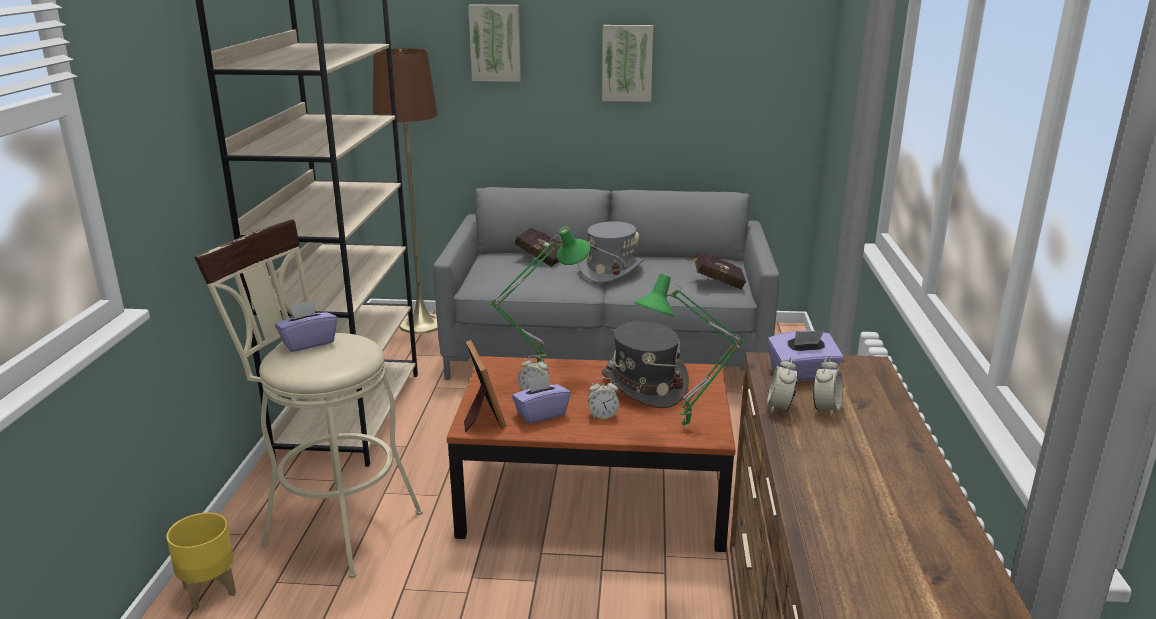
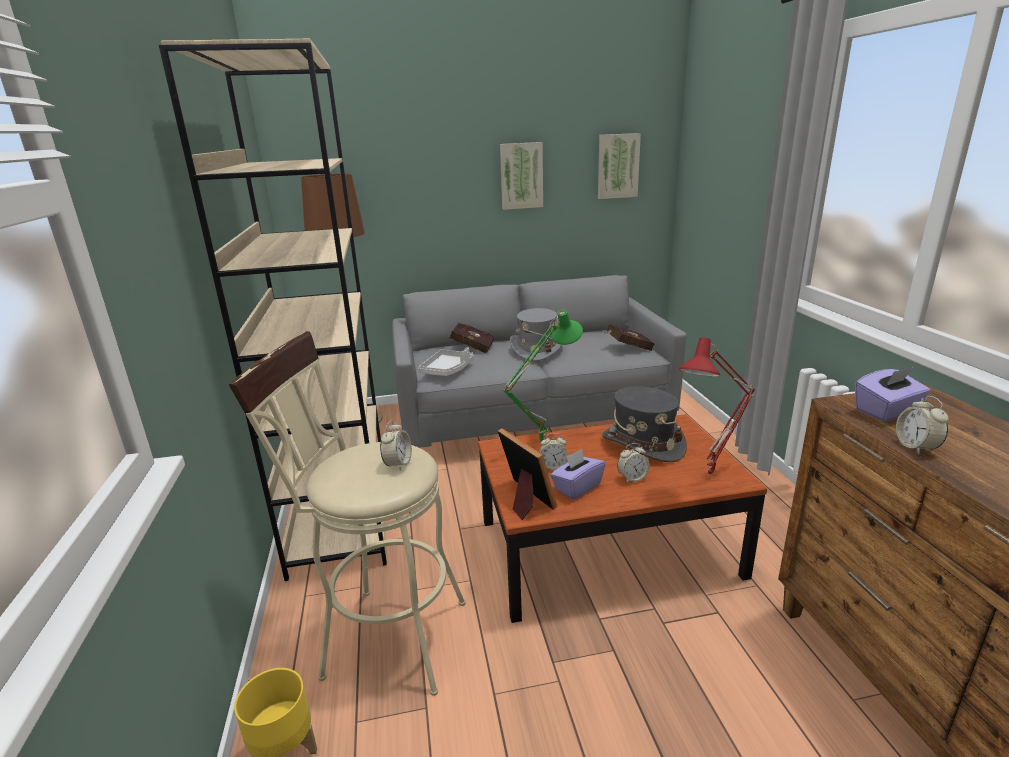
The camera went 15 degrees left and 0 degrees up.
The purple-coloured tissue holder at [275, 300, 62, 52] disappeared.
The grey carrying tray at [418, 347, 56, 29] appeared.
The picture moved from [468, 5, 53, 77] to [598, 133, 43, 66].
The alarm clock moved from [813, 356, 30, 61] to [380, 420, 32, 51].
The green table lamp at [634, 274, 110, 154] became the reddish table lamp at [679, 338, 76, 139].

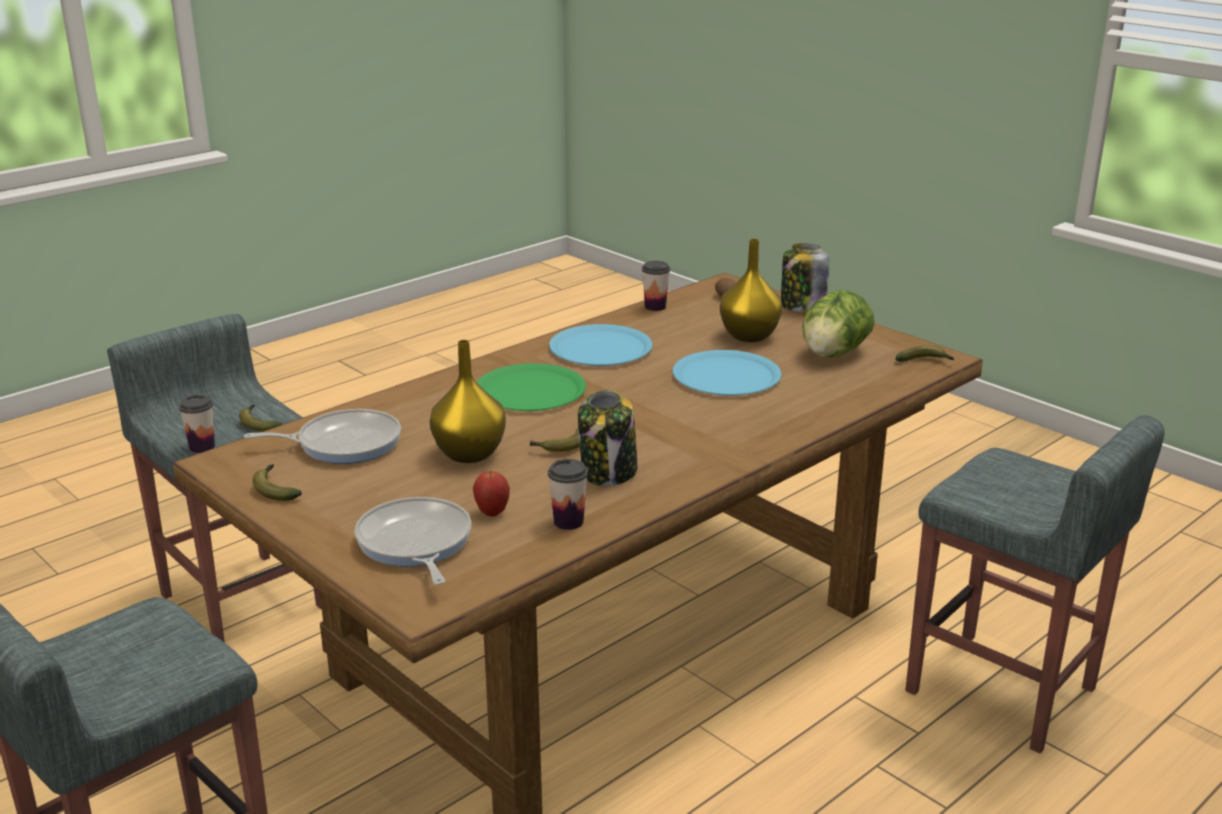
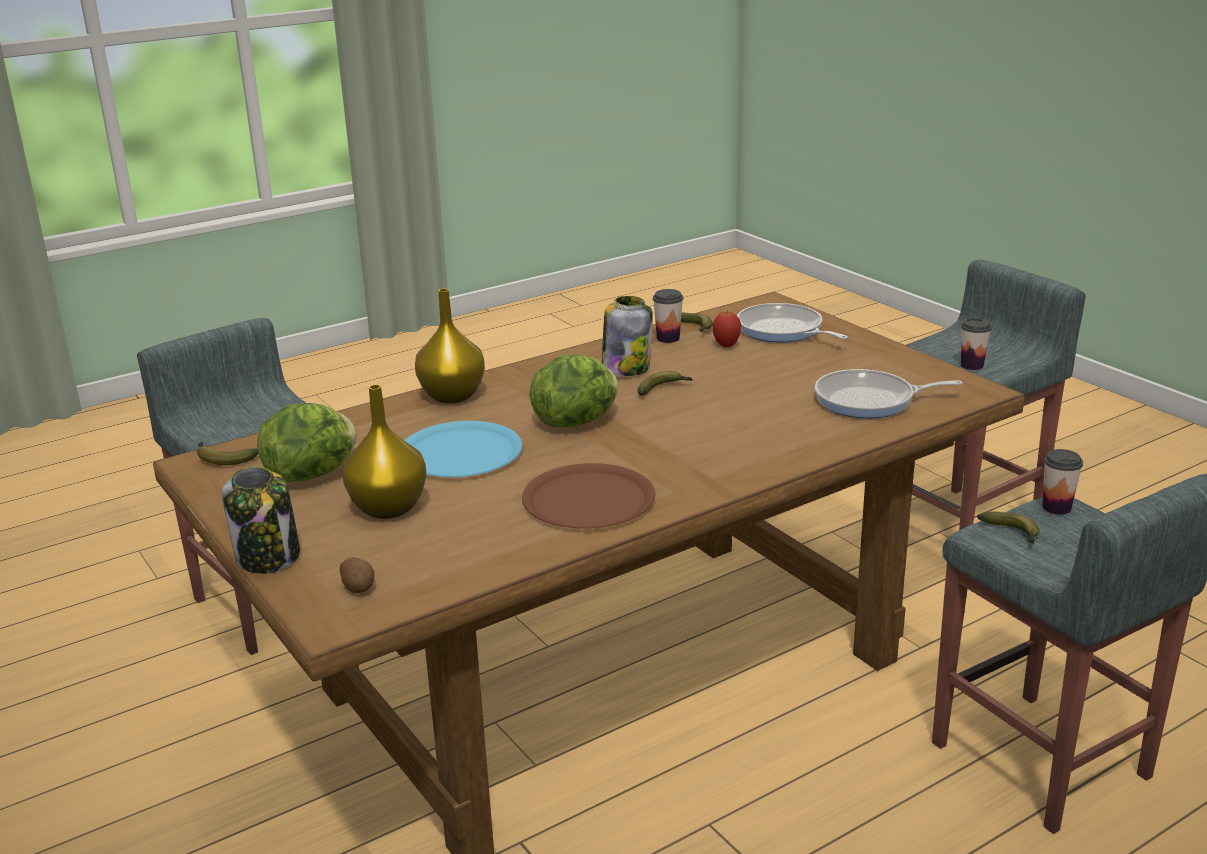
The camera went 170 degrees left and 0 degrees up.
The green plate at [477, 363, 109, 48] disappeared.
The head of lettuce at [530, 355, 88, 72] appeared.
The whole banana moved from [252, 464, 50, 37] to [681, 312, 32, 20].
The yellowish decorative vase moved from [430, 340, 76, 123] to [415, 289, 70, 114].
The drinking cup moved from [642, 261, 28, 50] to [961, 318, 31, 52].
The bluish plate at [549, 324, 104, 42] became the brown plate at [522, 463, 133, 66].
The frying pan at [355, 497, 116, 88] turned 150 degrees clockwise.

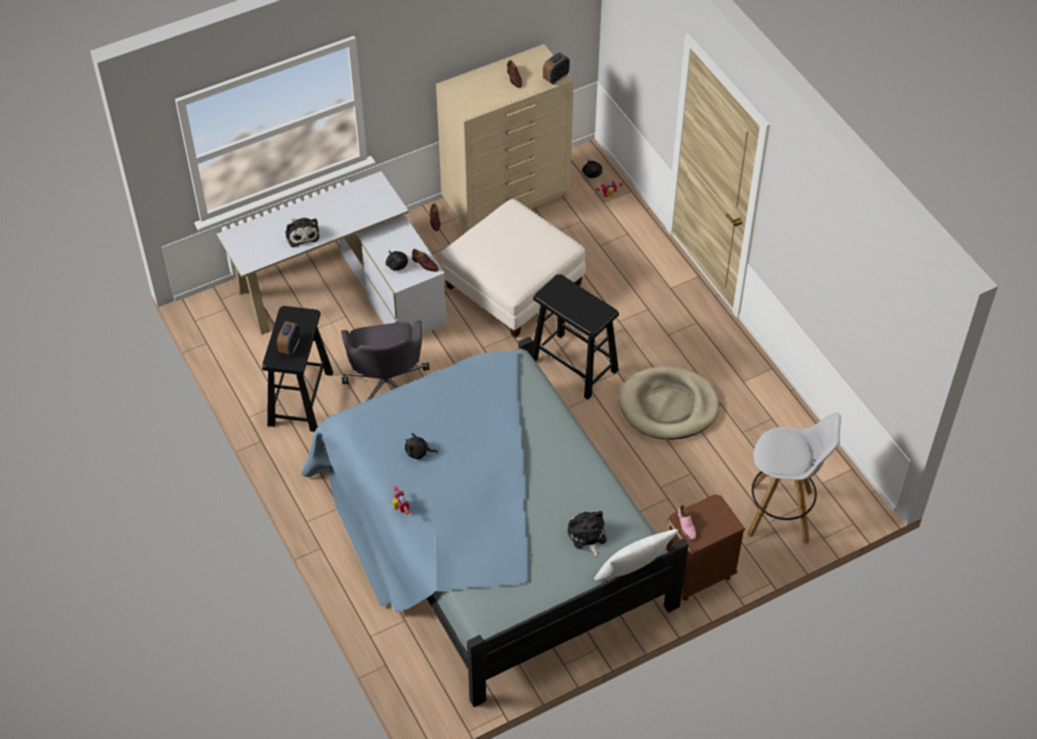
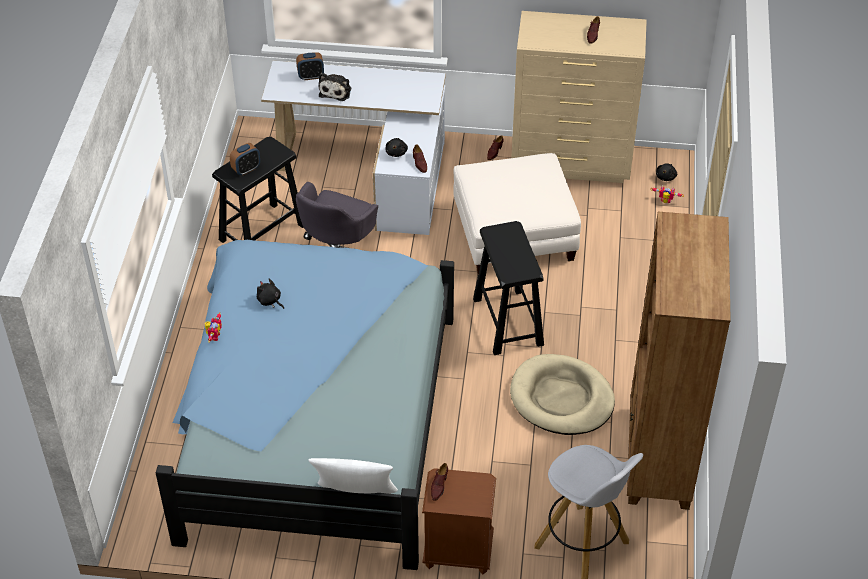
The camera went 35 degrees right and 5 degrees down.
The cuddly toy at [567, 511, 40, 47] disappeared.
The brown bookshelf at [627, 212, 104, 298] appeared.
The alarm clock moved from [543, 52, 27, 33] to [296, 52, 28, 28].
The pink shoe at [678, 505, 18, 35] became the brown shoe at [431, 463, 17, 38].

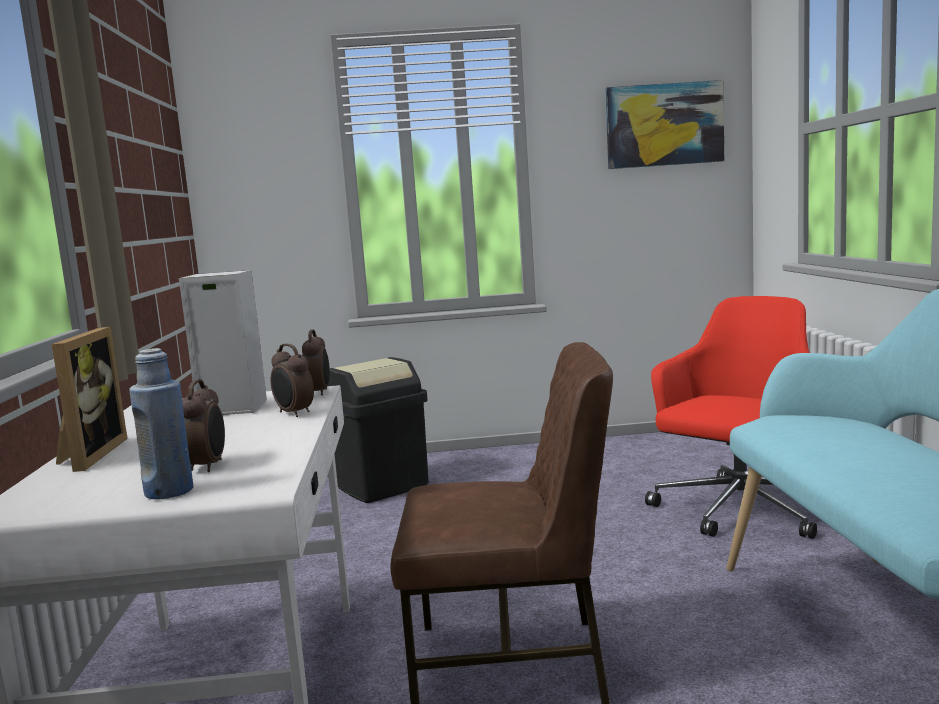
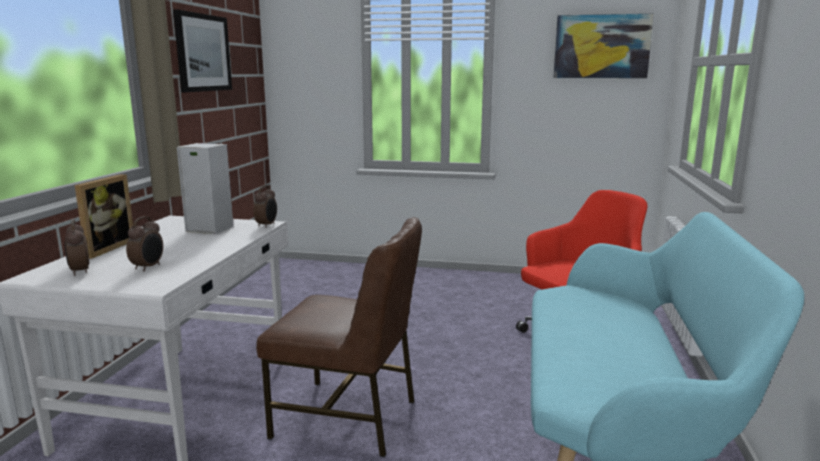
The camera went 15 degrees right and 5 degrees up.
The bluish bottle at [130, 348, 63, 151] disappeared.
The blackish waste bin at [328, 357, 101, 146] disappeared.
The picture at [173, 10, 59, 82] appeared.
The alarm clock moved from [271, 343, 43, 74] to [65, 219, 24, 57].

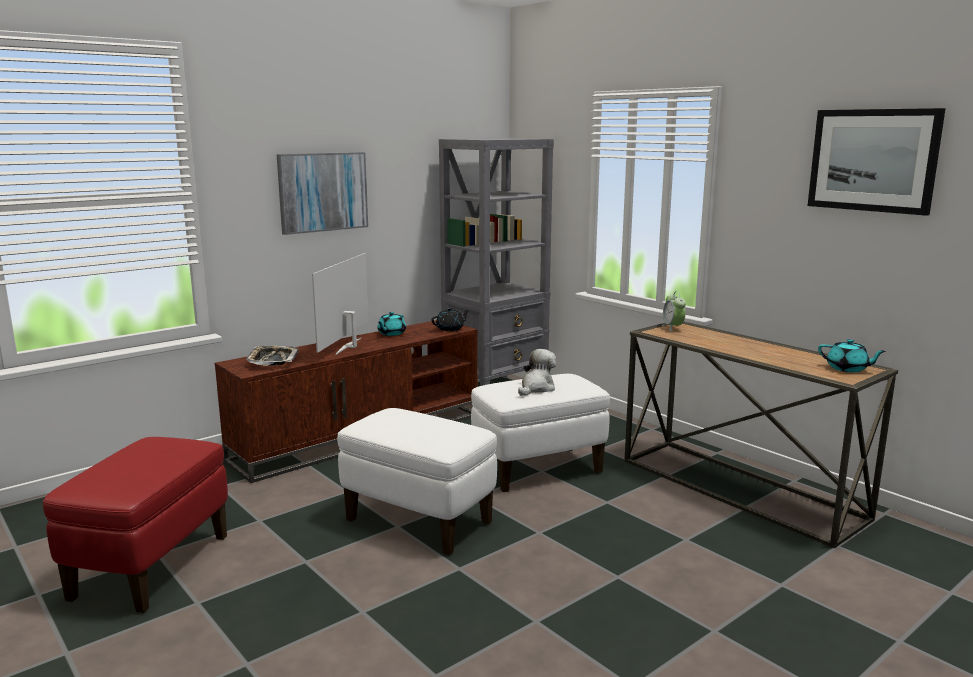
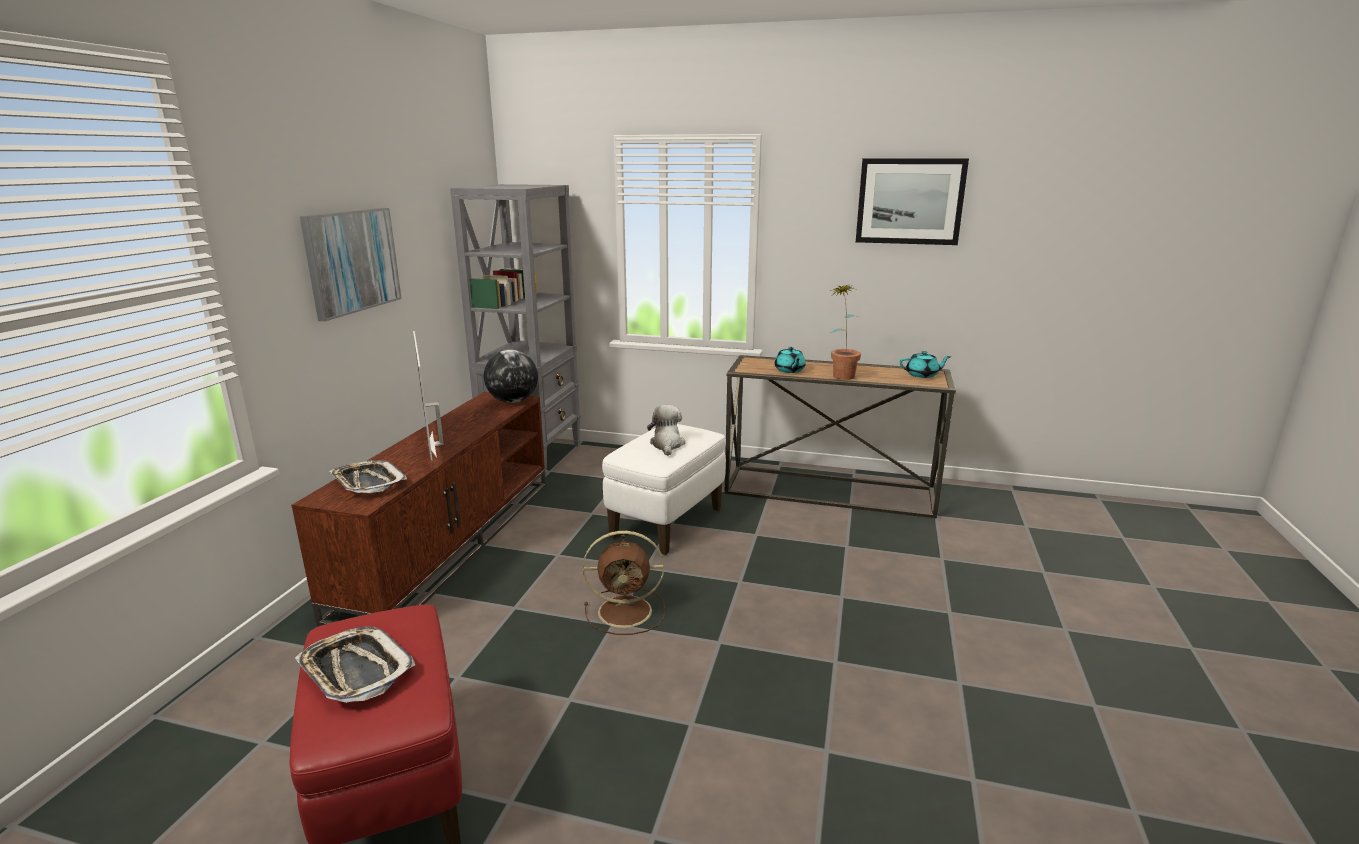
The camera went 35 degrees left and 5 degrees up.
The alarm clock at [662, 291, 24, 40] disappeared.
The carrying tray at [295, 626, 120, 77] appeared.
The houseplant at [830, 284, 31, 96] appeared.
The blue-green tea pot moved from [377, 312, 29, 24] to [775, 347, 31, 26].
The white-coloured footrest at [337, 408, 160, 147] was replaced by the brown fan at [583, 531, 83, 104].
The blackish tea pot at [431, 308, 39, 23] was replaced by the desk globe at [484, 350, 54, 53].

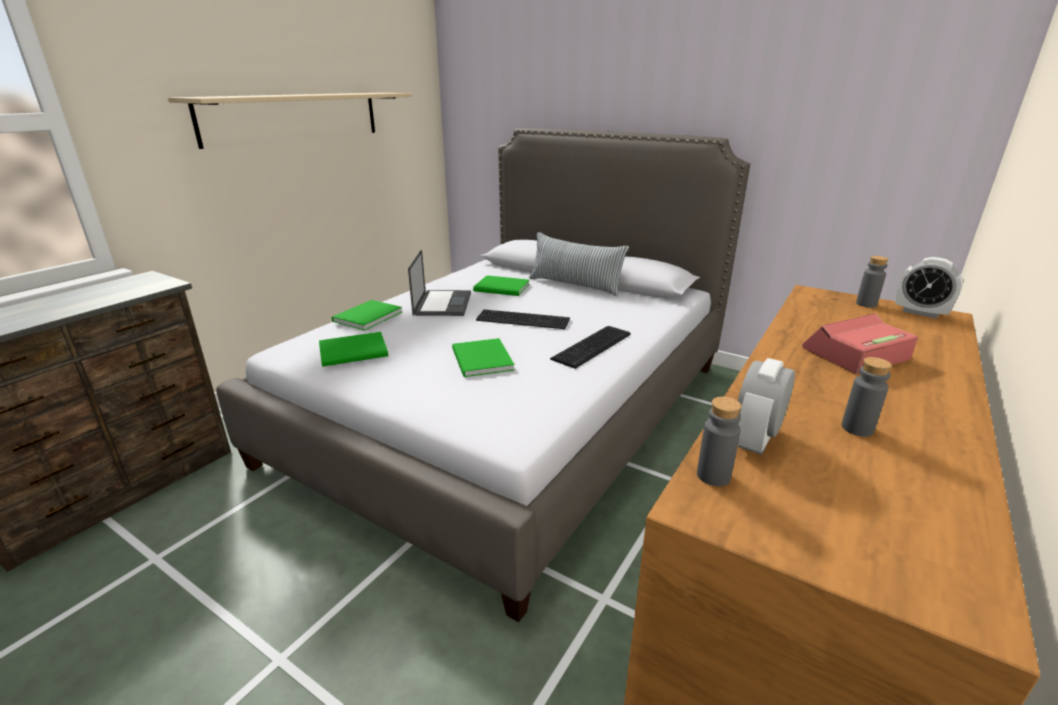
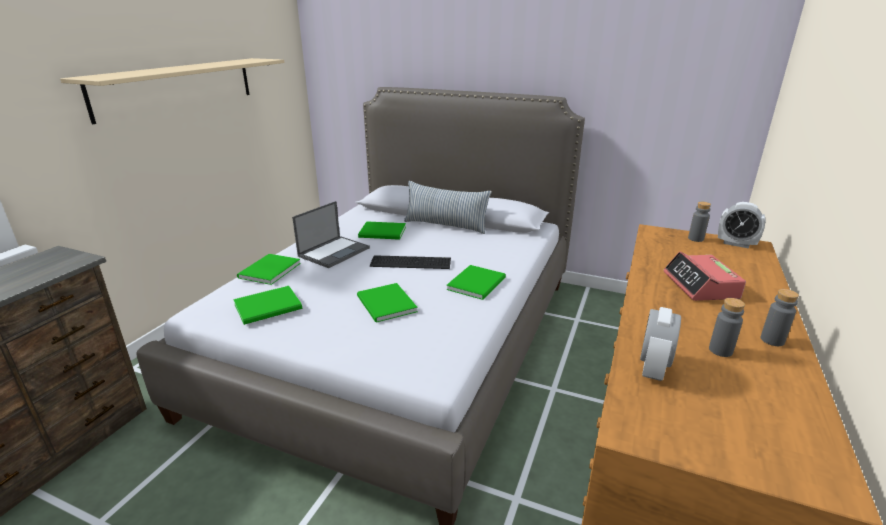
The camera went 10 degrees left and 0 degrees up.
The grey bottle moved from [697, 397, 45, 89] to [761, 289, 38, 57].
The PC keyboard at [550, 326, 81, 43] was replaced by the green volume at [446, 265, 60, 35].
The notebook computer at [408, 250, 63, 66] turned 45 degrees clockwise.
The alarm clock at [802, 314, 116, 60] turned 60 degrees counterclockwise.

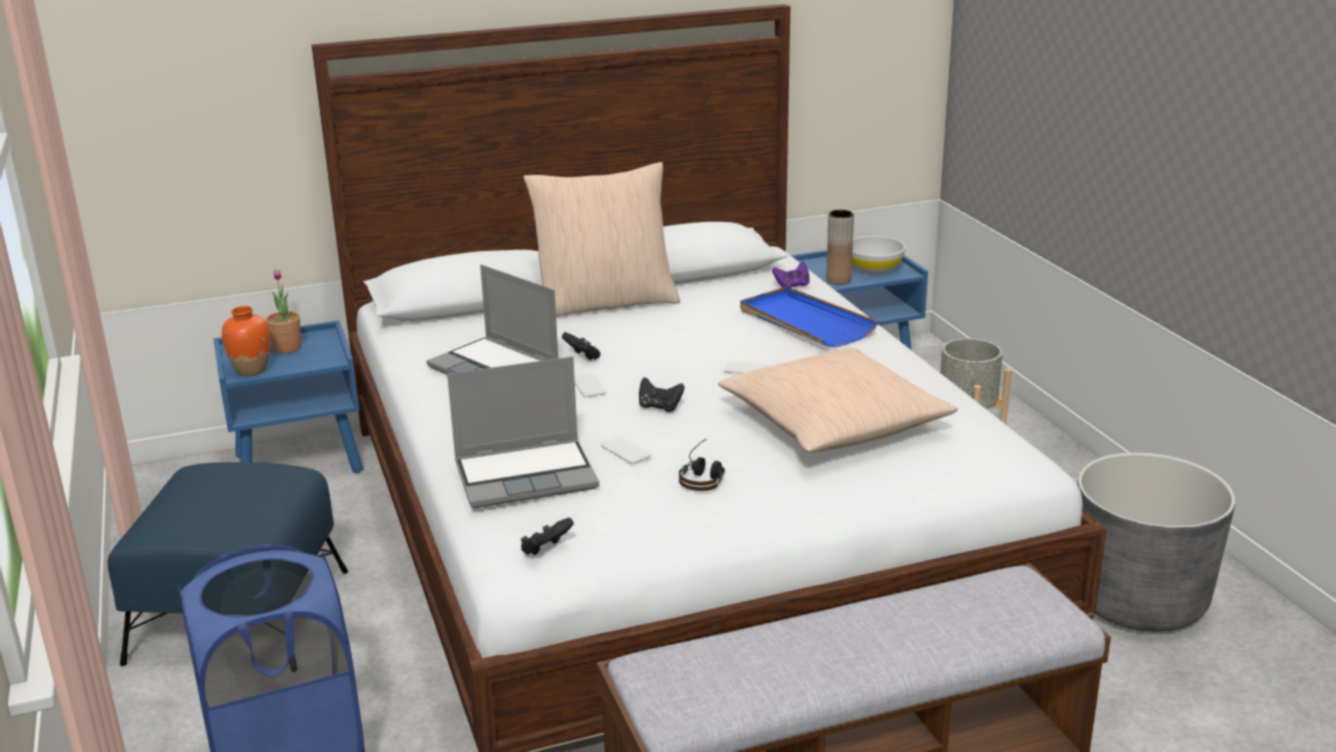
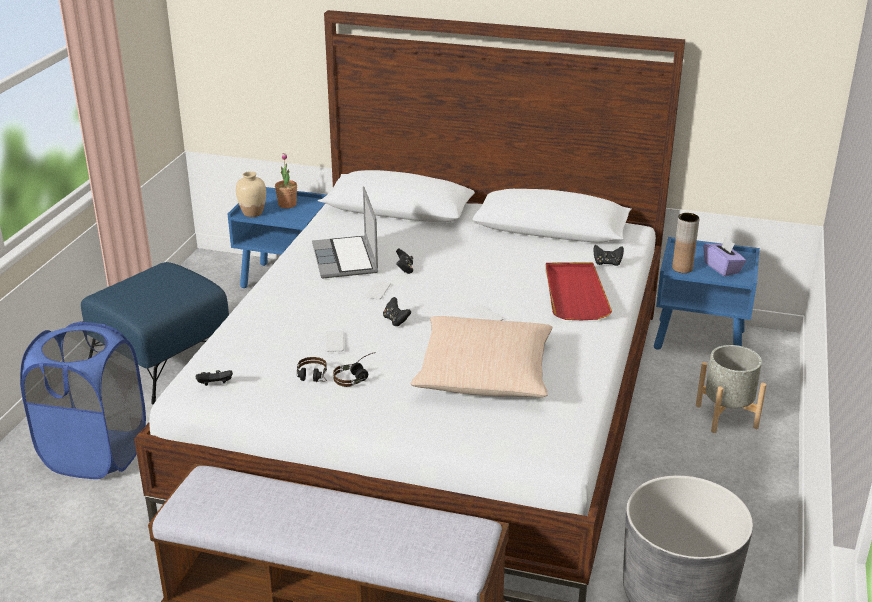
The camera went 35 degrees right and 5 degrees up.
The notebook computer at [447, 356, 152, 152] disappeared.
The sand-coloured cushion at [524, 162, 156, 155] disappeared.
The headphones at [296, 357, 31, 25] appeared.
The white-coloured bowl at [852, 236, 54, 38] was replaced by the purple-coloured tissue holder at [703, 237, 43, 39].
The orange decorative vase at [222, 306, 48, 70] became the sand-coloured decorative vase at [236, 171, 30, 46].
The bluish carrying tray at [740, 287, 139, 60] became the reddish carrying tray at [545, 262, 67, 58].
The purple-coloured gamepad at [772, 261, 38, 27] became the blackish gamepad at [593, 245, 31, 21].

